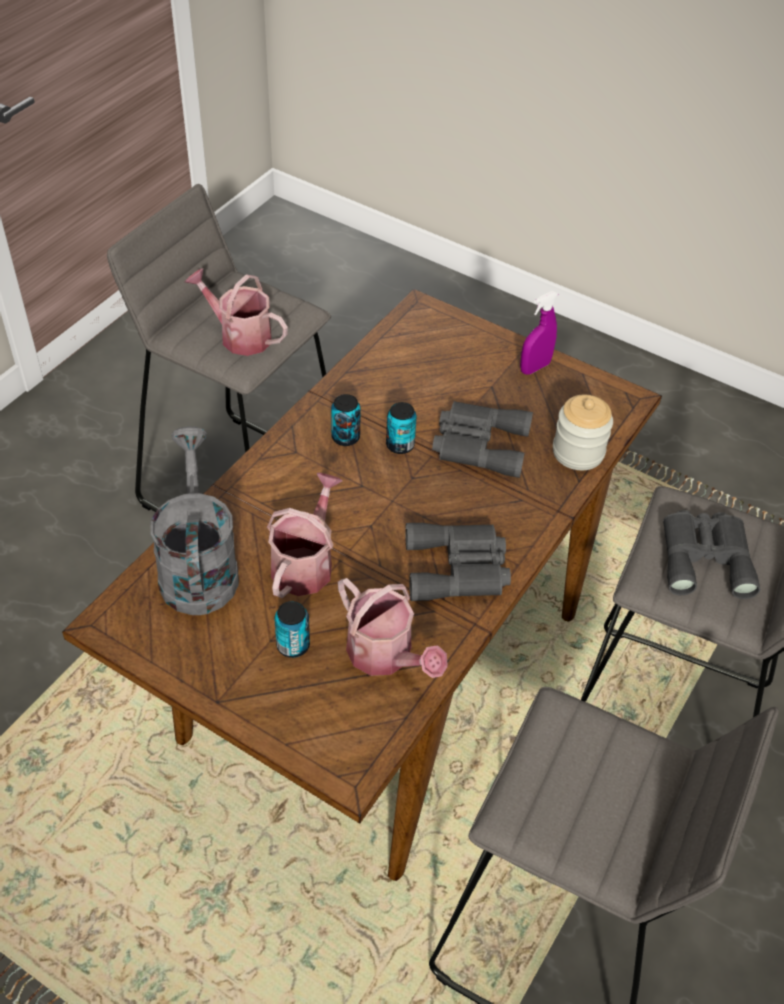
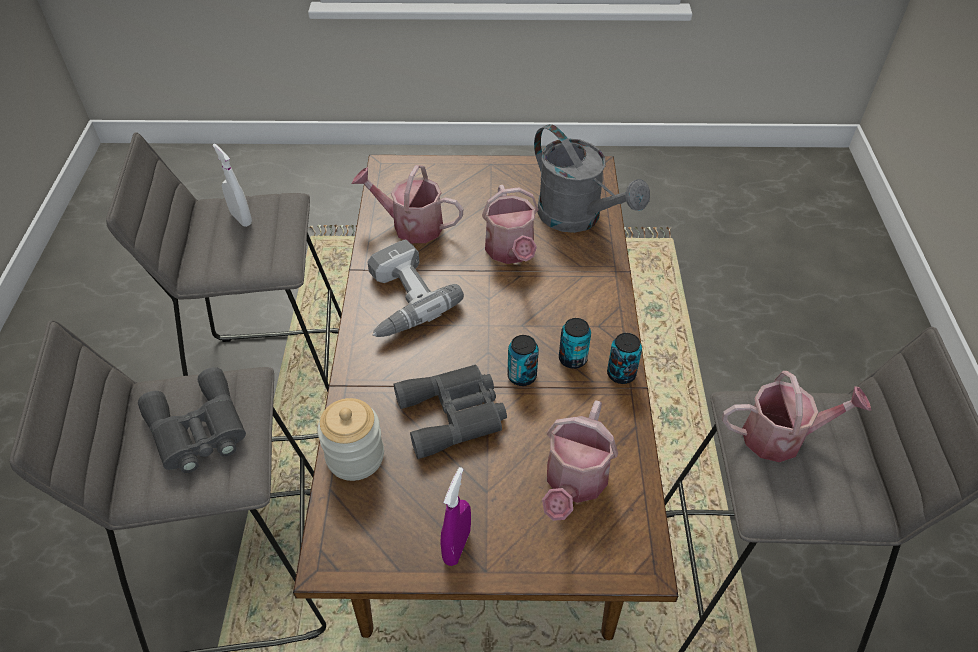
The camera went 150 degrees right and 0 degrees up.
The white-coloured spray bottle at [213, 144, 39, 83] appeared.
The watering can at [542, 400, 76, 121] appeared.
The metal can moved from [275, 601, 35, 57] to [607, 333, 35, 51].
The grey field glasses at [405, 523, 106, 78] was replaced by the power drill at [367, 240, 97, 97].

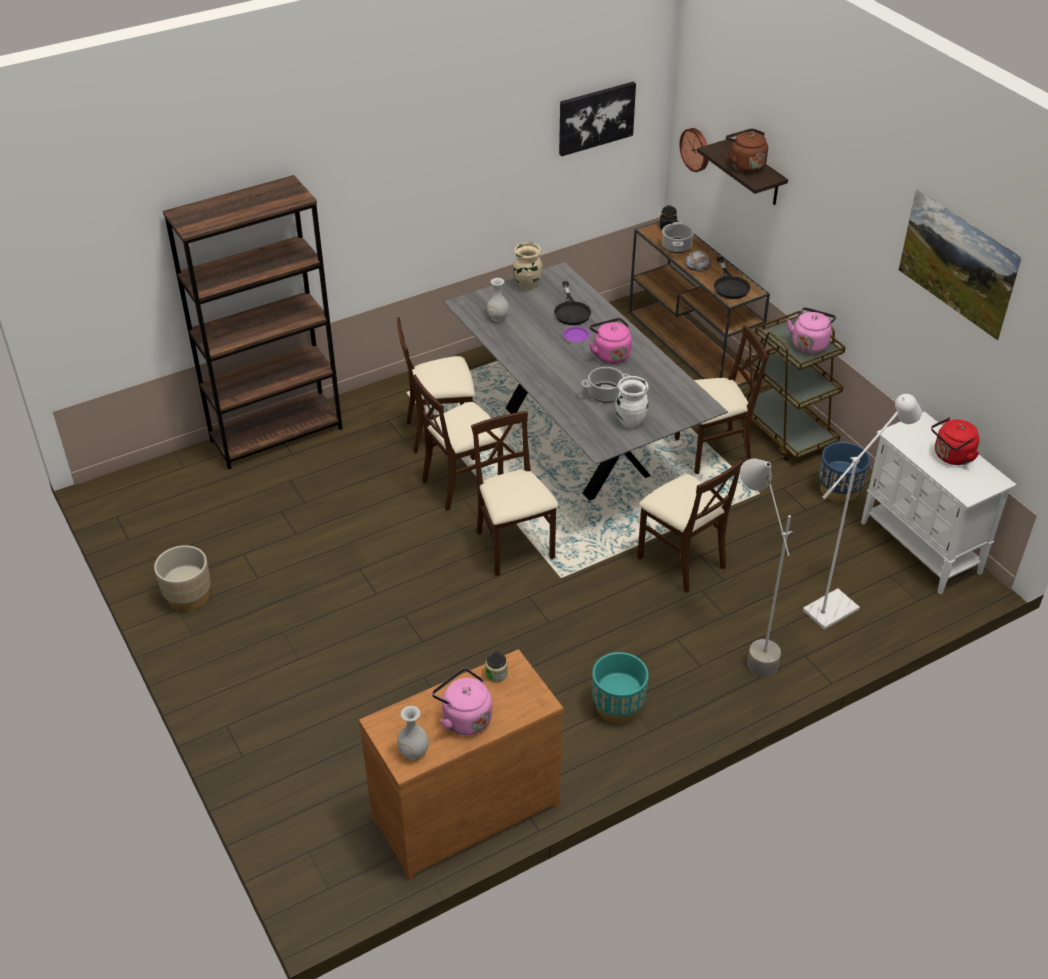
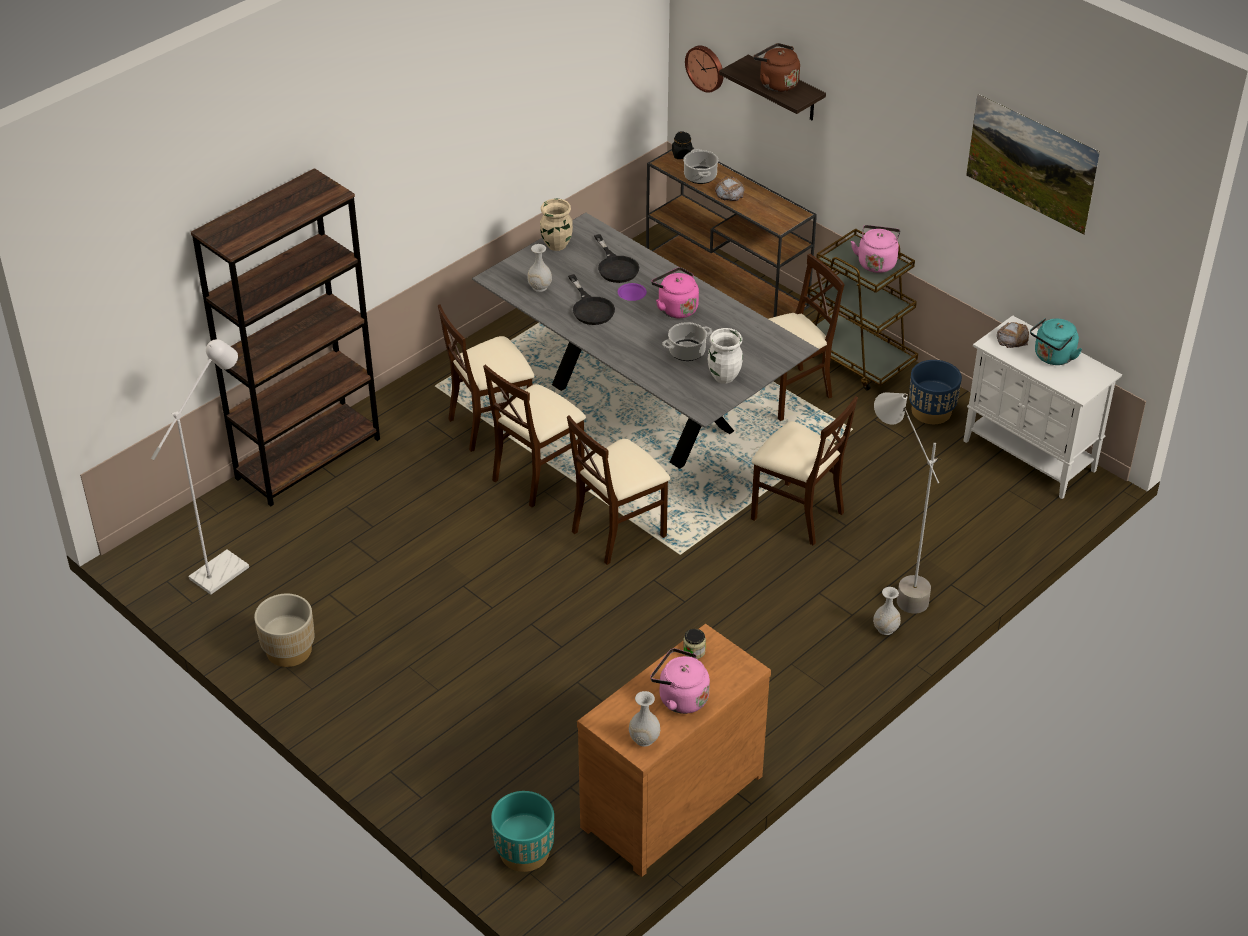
The camera went 15 degrees left and 0 degrees up.
The picture at [559, 82, 77, 74] disappeared.
The white-coloured decorative vase at [873, 587, 28, 48] appeared.
The baked bread at [997, 322, 32, 26] appeared.
The blue-green planter moved from [592, 652, 57, 72] to [491, 791, 63, 81].
The blackish frying pan moved from [714, 257, 36, 42] to [568, 274, 47, 51].
The white-coloured floor lamp moved from [803, 394, 119, 236] to [151, 339, 98, 256].
The reddish tea kettle at [931, 417, 48, 48] became the blue-green tea kettle at [1030, 318, 52, 47].
The sand-coloured plain chair at [471, 411, 88, 165] turned 90 degrees counterclockwise.

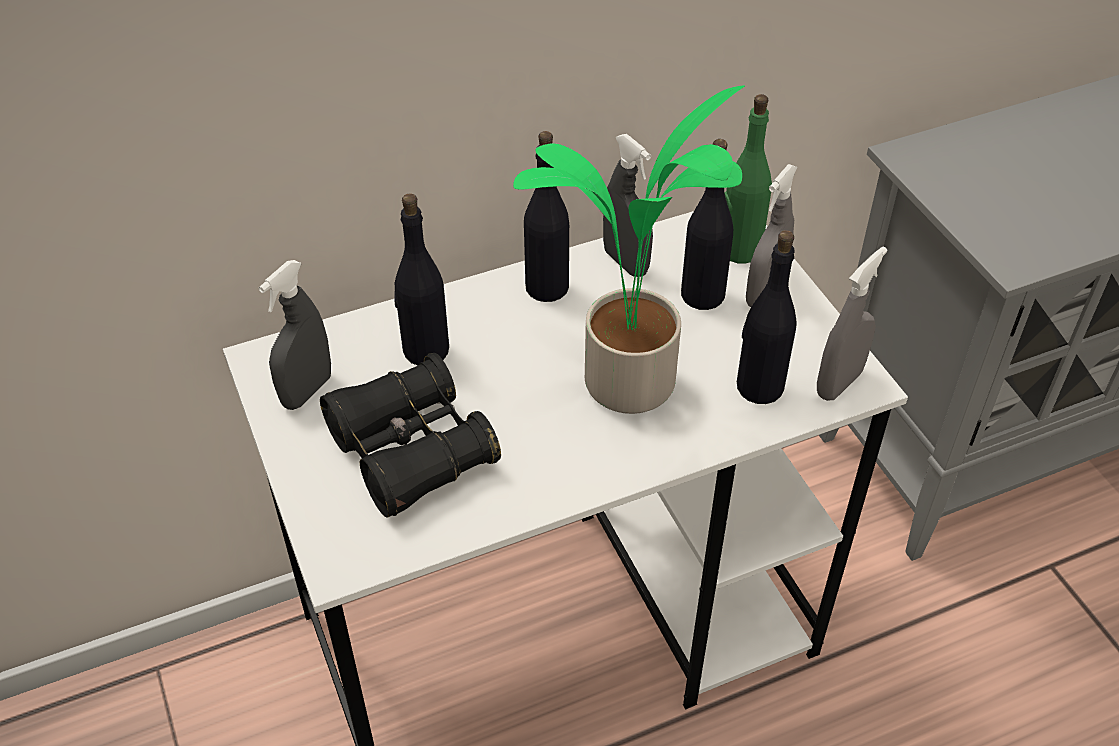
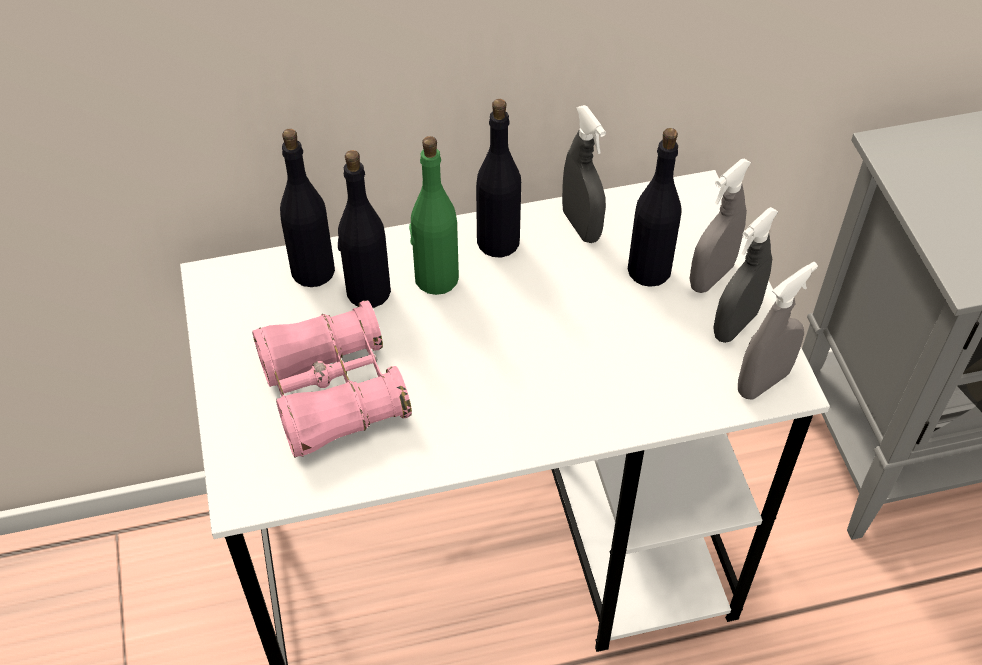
The camera went 10 degrees right and 5 degrees up.
The houseplant at [513, 85, 232, 329] disappeared.
The grey spray bottle moved from [259, 260, 72, 150] to [713, 207, 65, 136].
The green bottle moved from [724, 94, 48, 170] to [409, 136, 50, 159].
The blackish bottle moved from [737, 230, 60, 174] to [280, 129, 55, 158].
The blackish field glasses at [320, 353, 181, 165] became the pink field glasses at [252, 300, 160, 157].

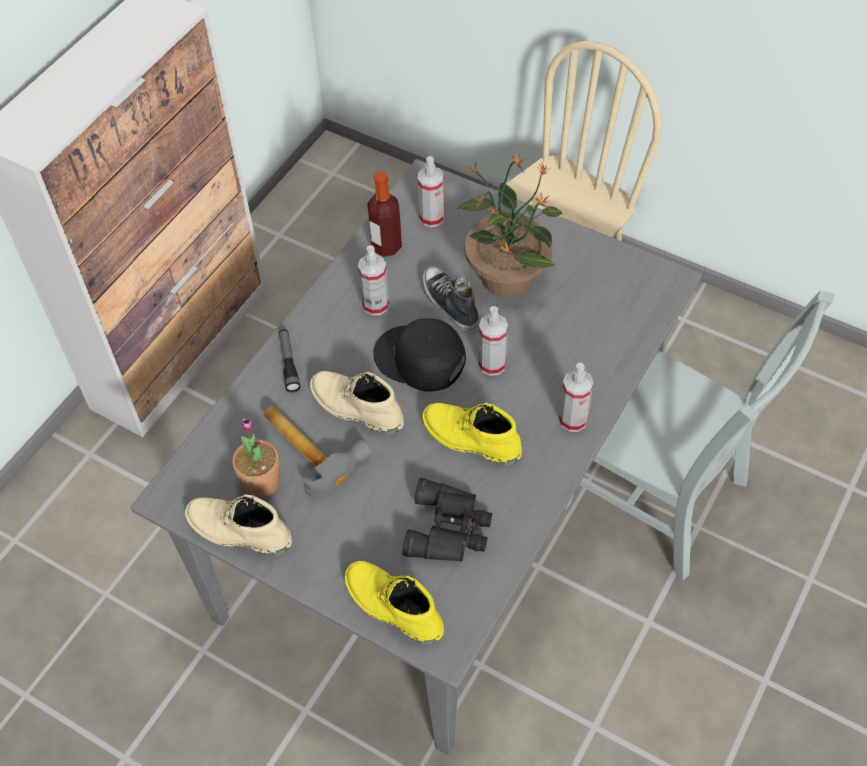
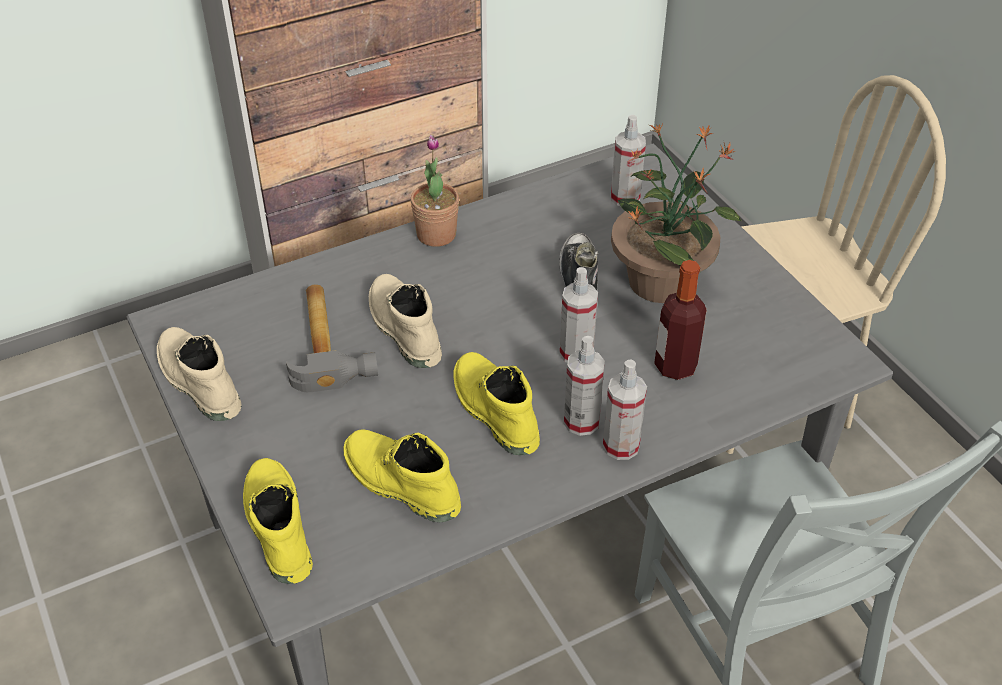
The camera went 30 degrees right and 10 degrees down.
The torch at [279, 329, 21, 63] disappeared.
The blackish peaked cap at [373, 318, 93, 74] disappeared.
The houseplant moved from [232, 419, 48, 79] to [410, 135, 49, 112].
The spray bottle moved from [358, 245, 31, 71] to [564, 336, 41, 100].
The bottle moved from [367, 171, 35, 86] to [654, 260, 52, 120].
The blackish field glasses at [402, 478, 90, 84] was replaced by the yellowish high-top boot at [344, 429, 117, 93].

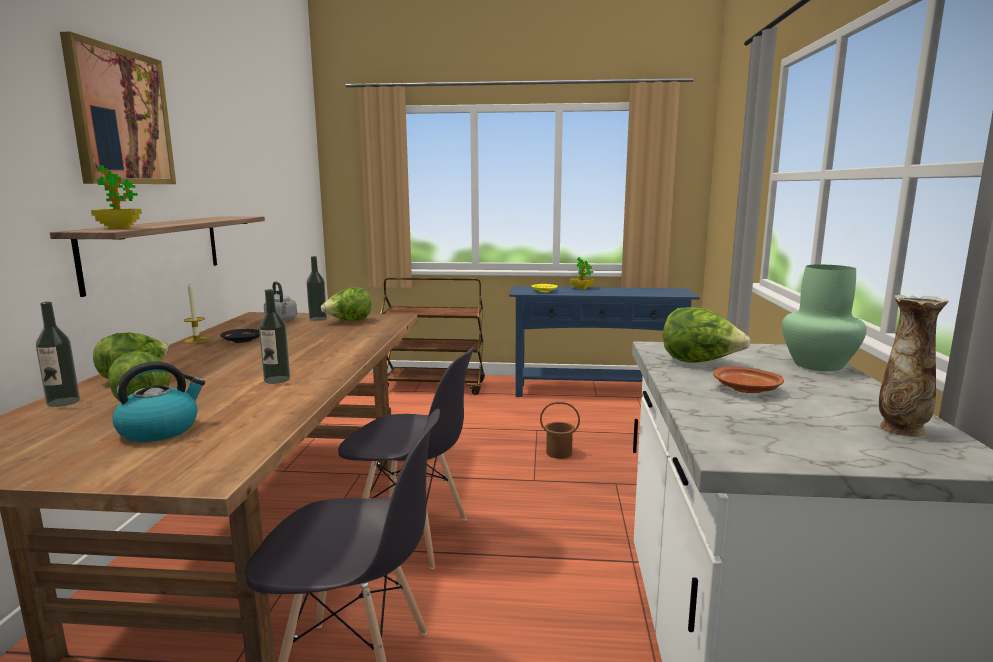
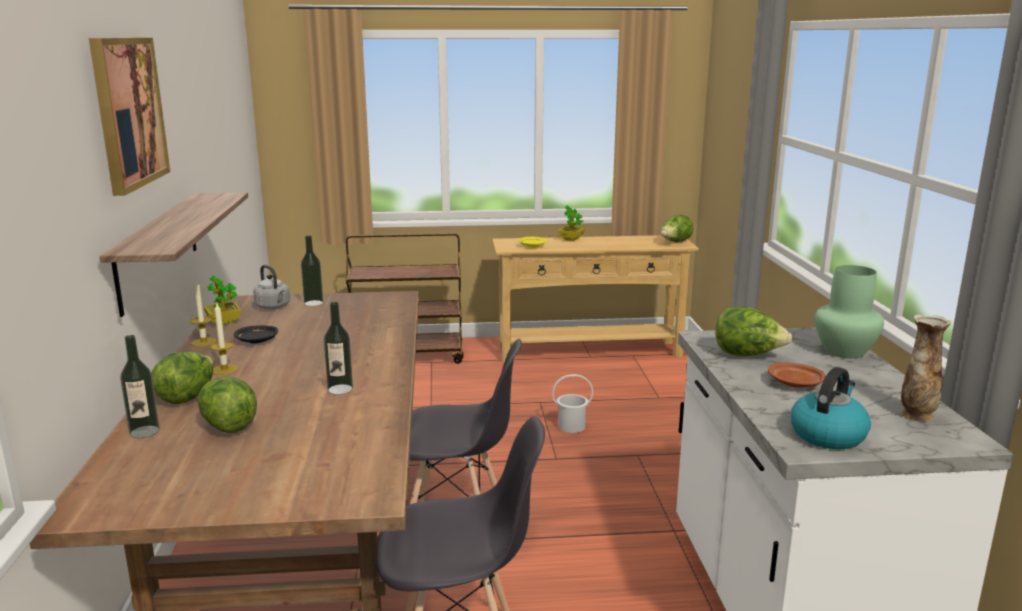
The camera went 10 degrees left and 5 degrees up.
The candle at [210, 304, 29, 71] appeared.
The houseplant moved from [91, 165, 51, 64] to [204, 276, 37, 49].
The tea kettle moved from [112, 361, 93, 81] to [790, 367, 81, 82].
The head of lettuce moved from [321, 287, 50, 34] to [661, 215, 33, 27].
The bluish console table at [509, 286, 191, 111] became the sand-coloured console table at [492, 235, 207, 128].
The brown bucket at [540, 402, 40, 57] became the white-coloured bucket at [552, 374, 41, 59].

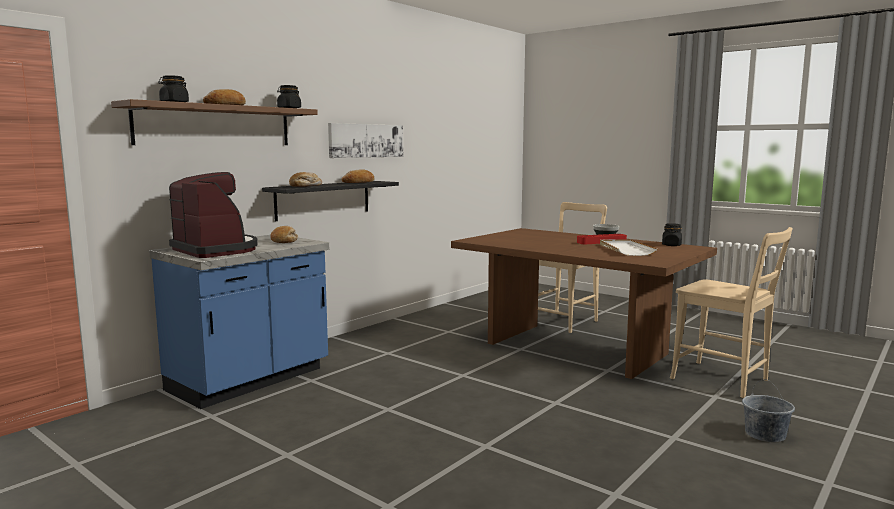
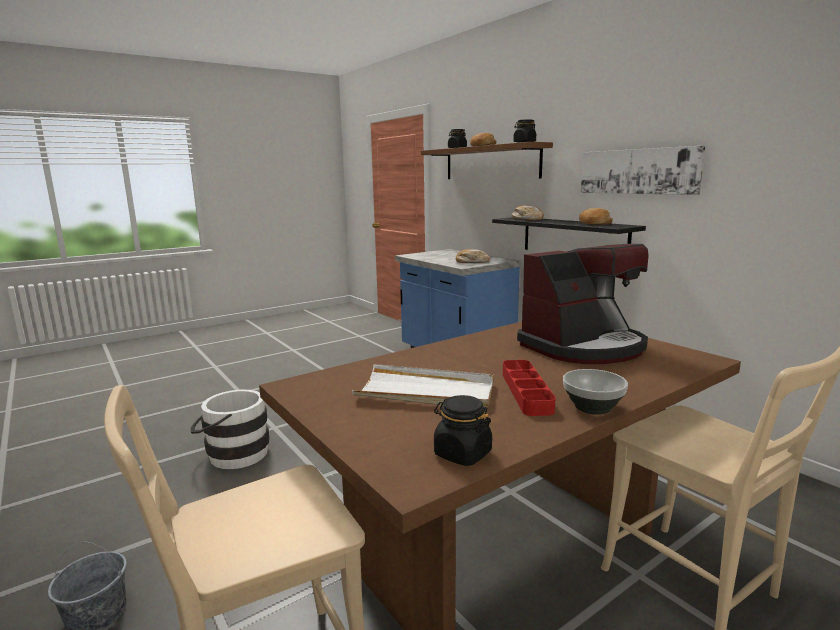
The camera went 105 degrees right and 5 degrees up.
The white-coloured bucket at [191, 390, 78, 79] appeared.
The coffee machine moved from [169, 172, 89, 86] to [517, 244, 132, 120].

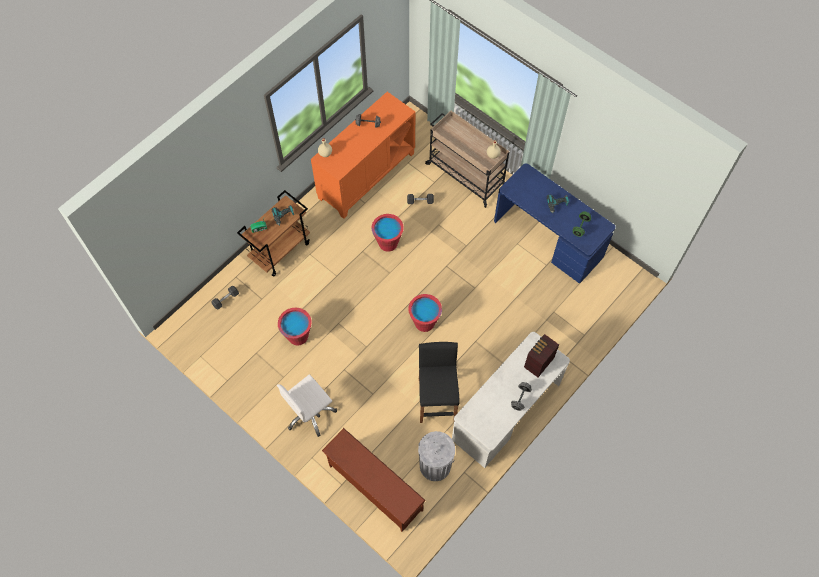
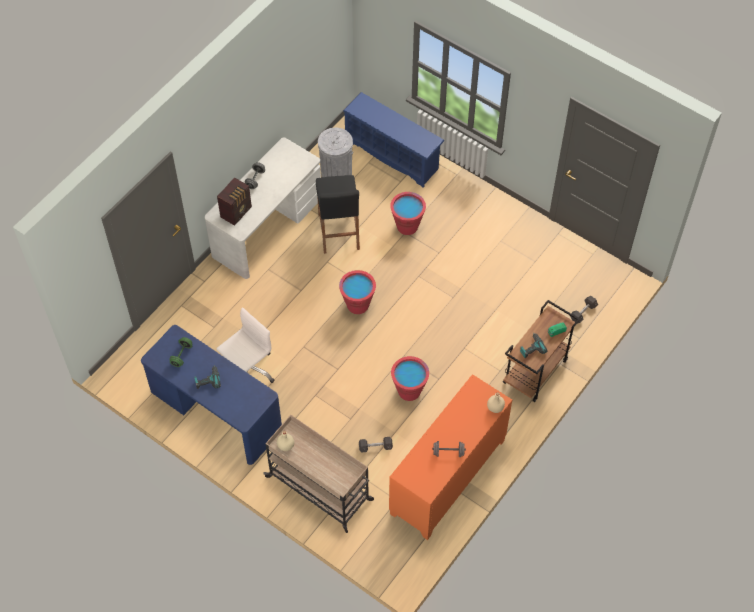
The camera went 175 degrees right and 5 degrees down.
The white-coloured desk chair moved from [277, 374, 60, 63] to [216, 307, 58, 76].
The reddish bucket moved from [278, 308, 34, 37] to [390, 192, 36, 43].
The brown shoe rack at [322, 428, 104, 104] became the bluish shoe rack at [343, 92, 101, 96].

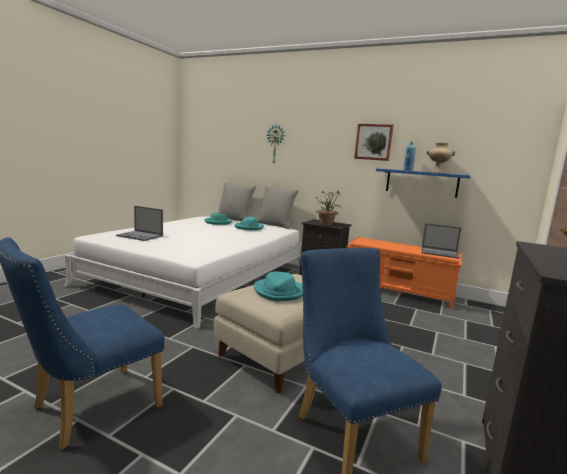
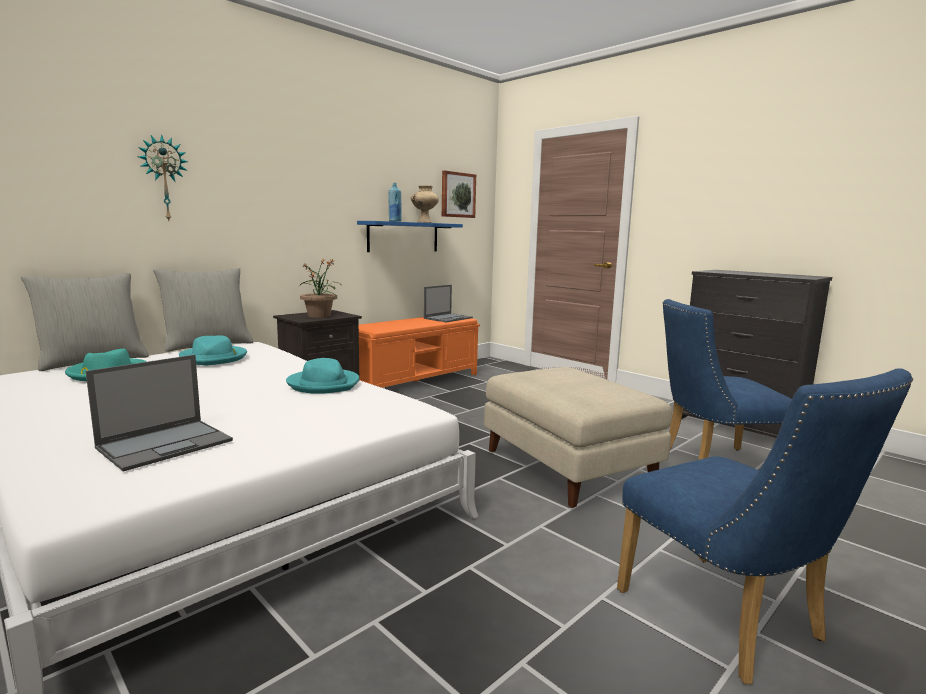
The camera went 70 degrees left and 0 degrees up.
The blue-green hat moved from [254, 272, 49, 29] to [286, 358, 73, 36].
The picture moved from [354, 124, 40, 37] to [442, 171, 34, 47].

